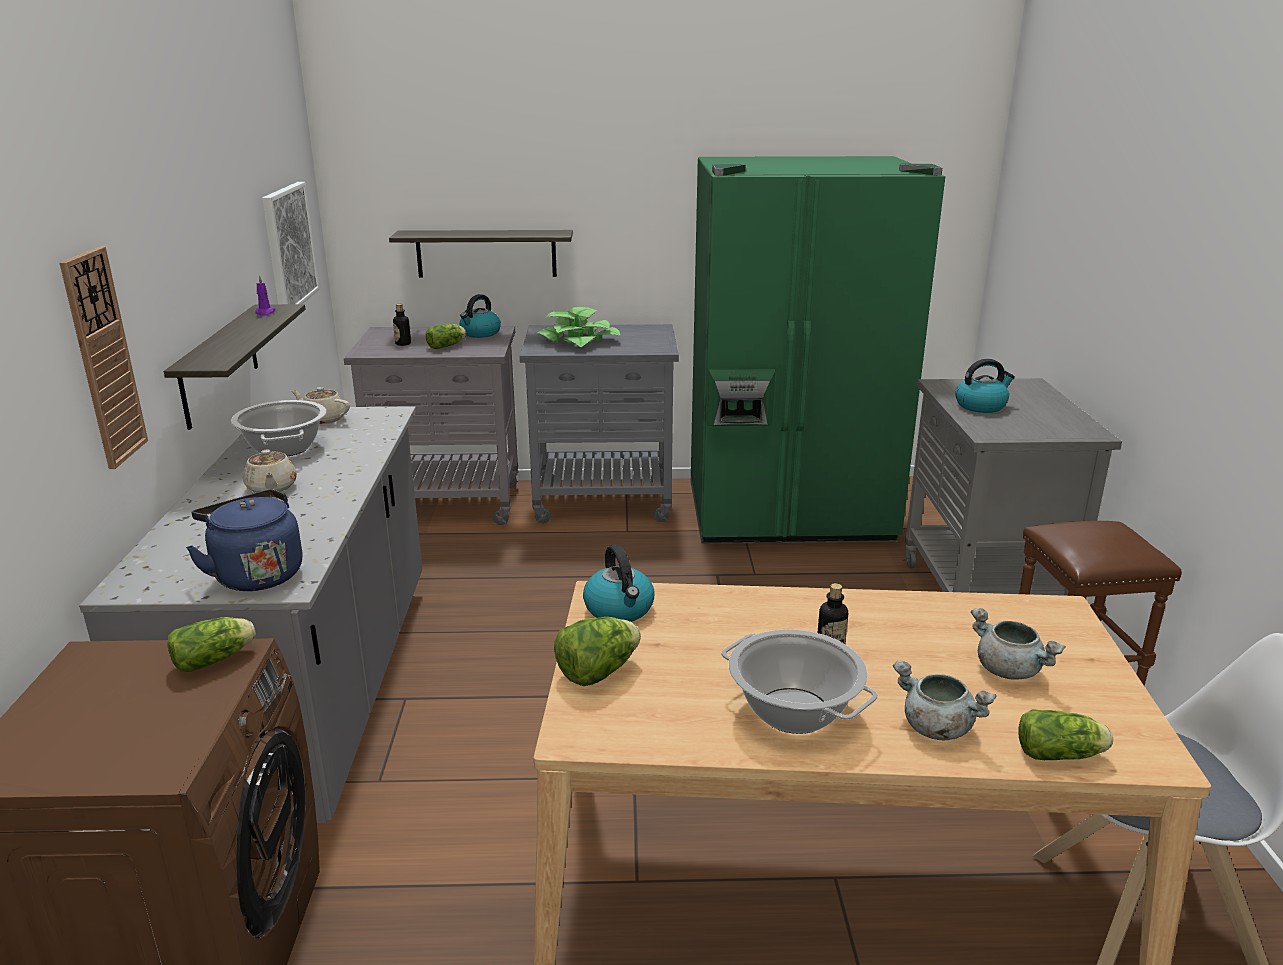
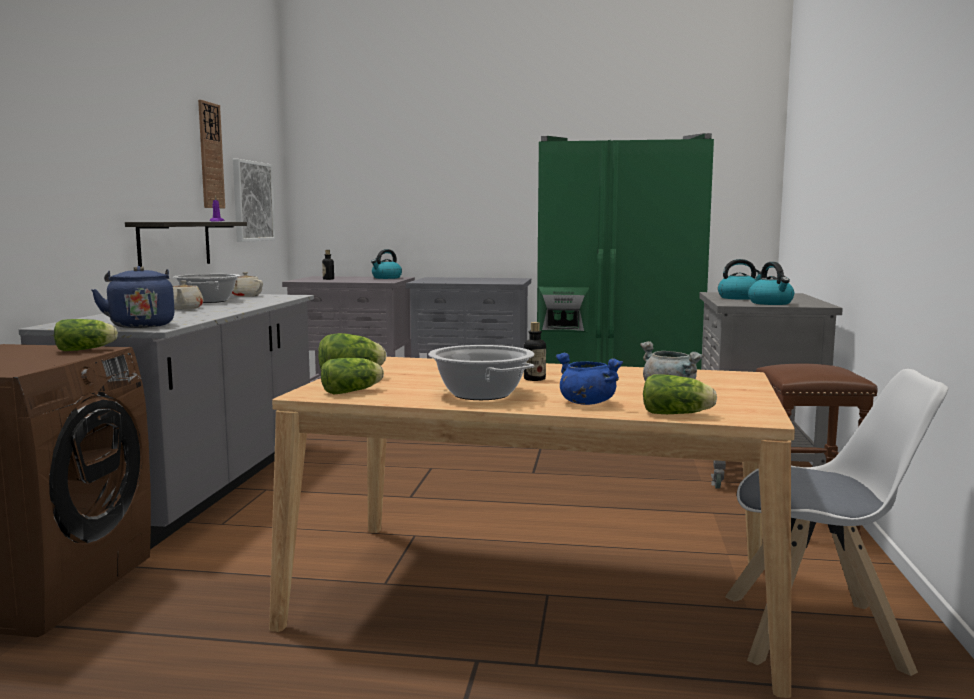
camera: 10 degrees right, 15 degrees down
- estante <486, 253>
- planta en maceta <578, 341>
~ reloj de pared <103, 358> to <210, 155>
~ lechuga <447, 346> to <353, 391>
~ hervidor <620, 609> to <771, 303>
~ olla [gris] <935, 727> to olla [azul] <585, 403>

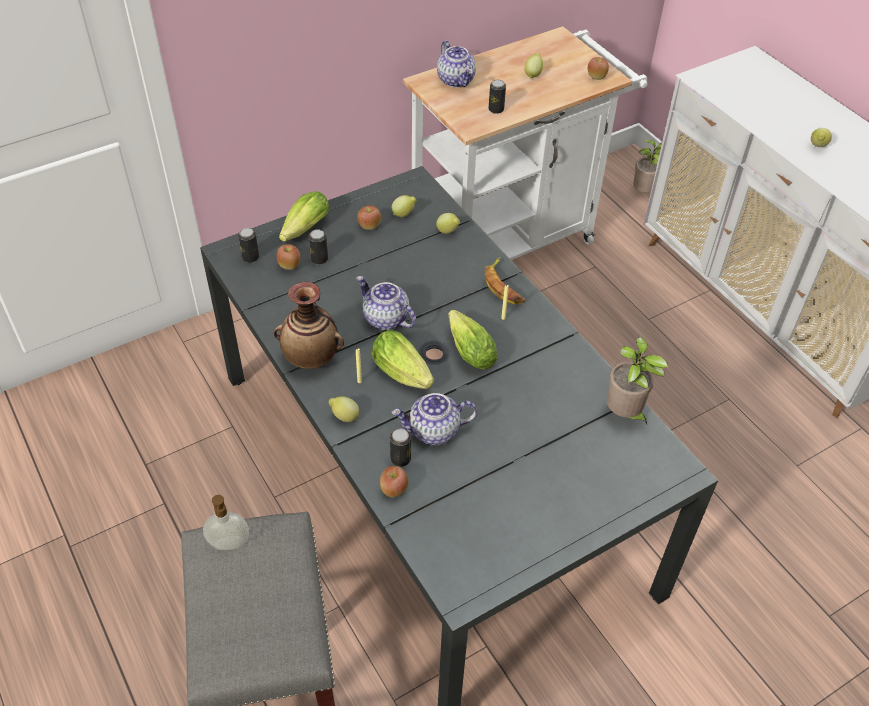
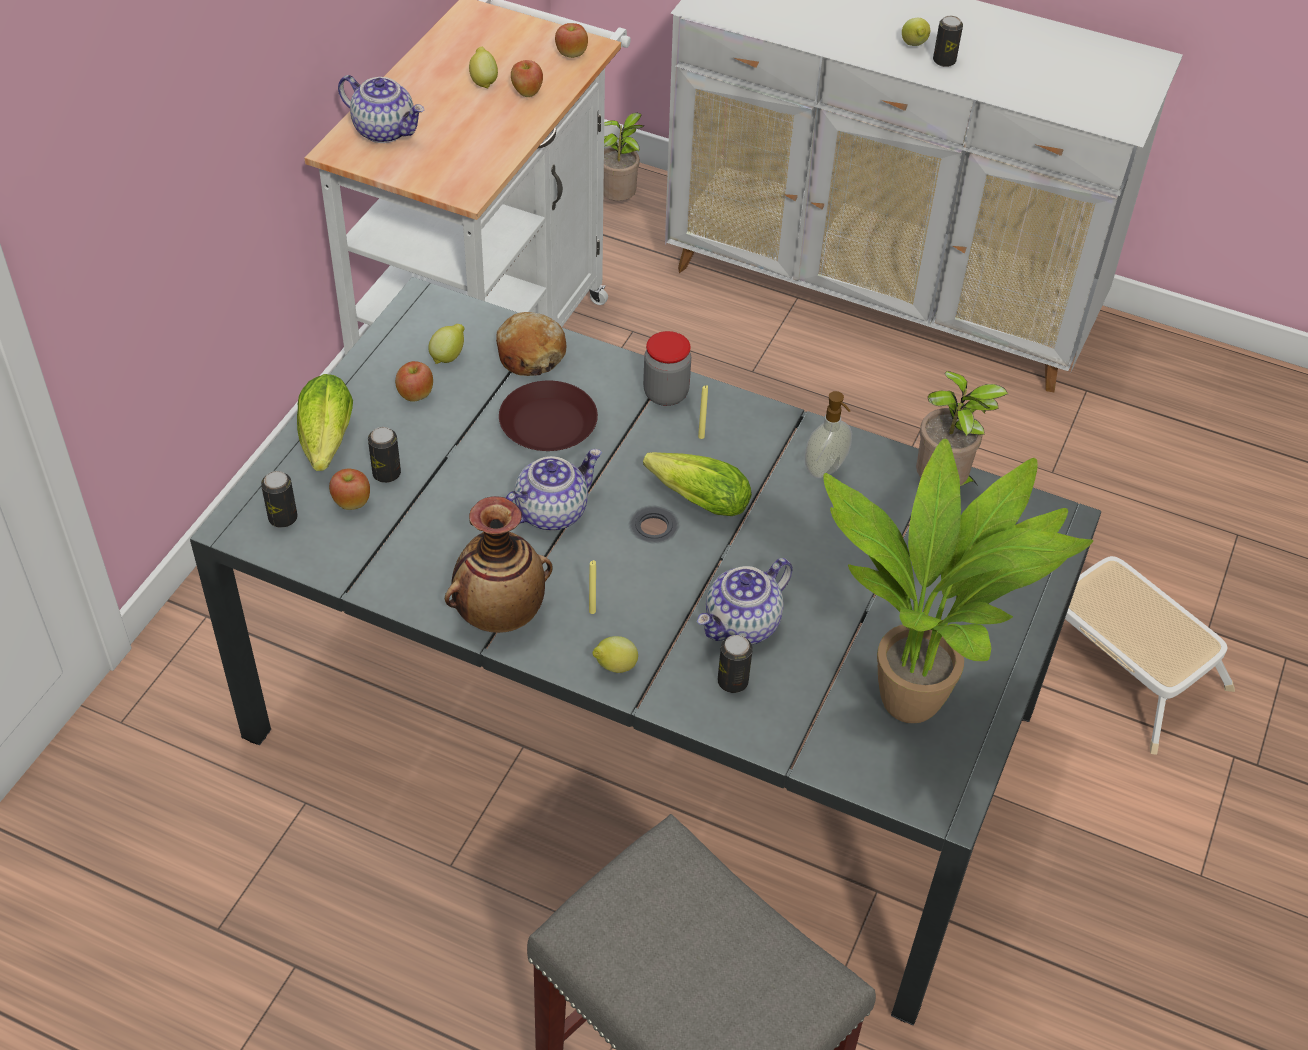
camera: 35 degrees left, 0 degrees up
- lechuga <404, 374>
+ plato [marrón] <549, 425>
+ planta en maceta <916, 697>
+ escalera de tijera [beis] <1123, 663>
~ dispensador de jabón <229, 544> to <826, 469>
~ manzana <393, 489> to <526, 92>
~ lata <496, 109> to <944, 61>
~ limón <448, 232> to pan <530, 354>
~ plátano <504, 286> to tarro <665, 394>
~ tetera <385, 318> = <551, 511> 135 degrees clockwise

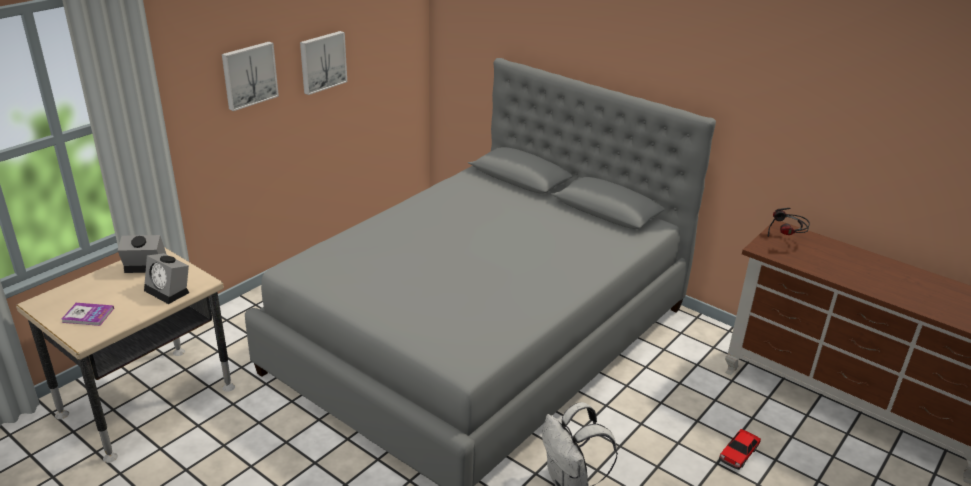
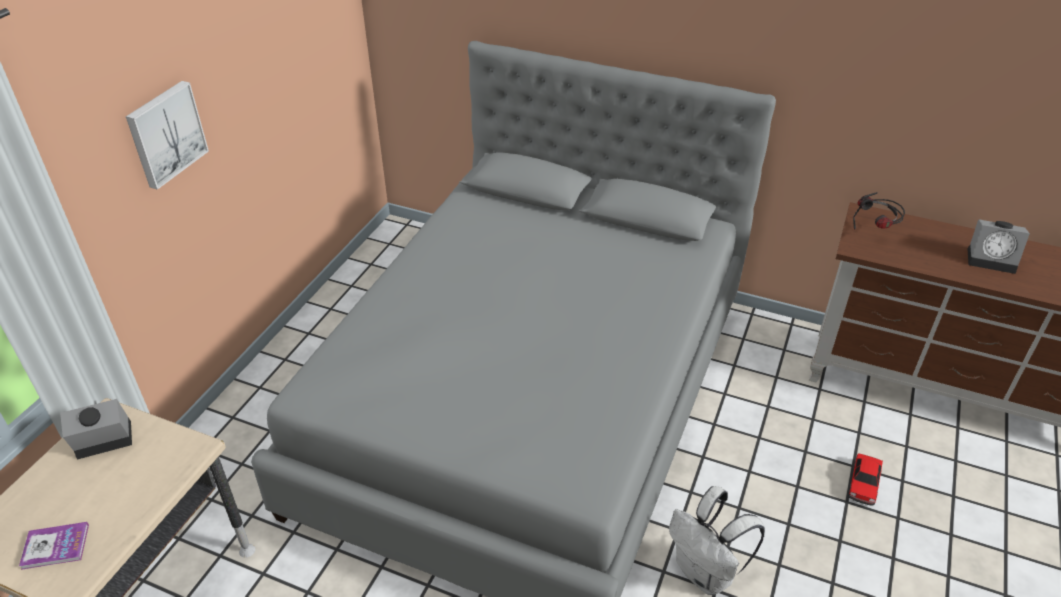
camera: 15 degrees left, 10 degrees up
- cuadro <322, 62>
~ despertador <169, 291> to <992, 259>

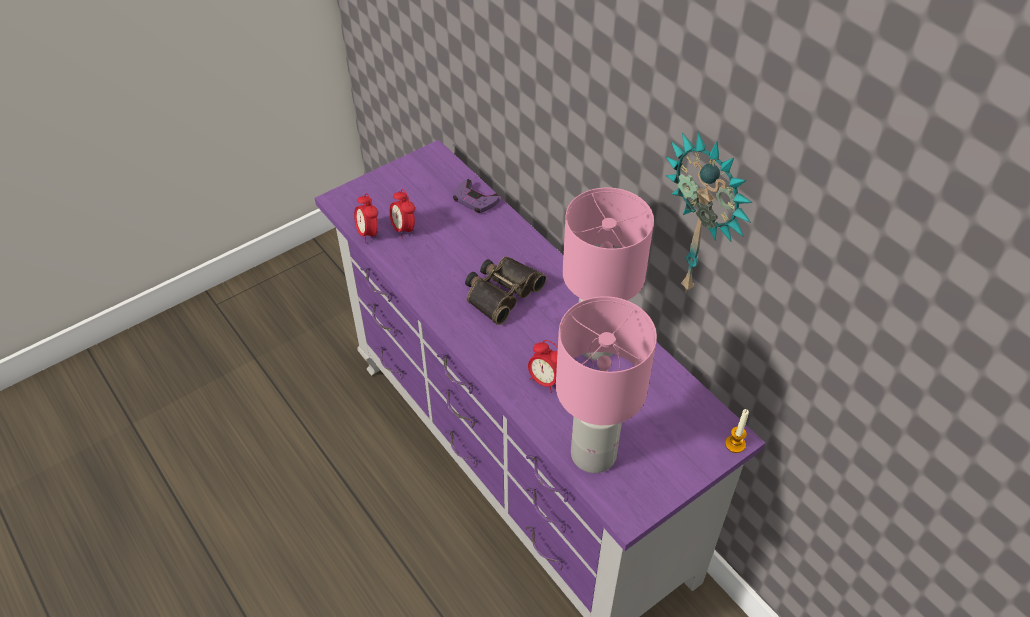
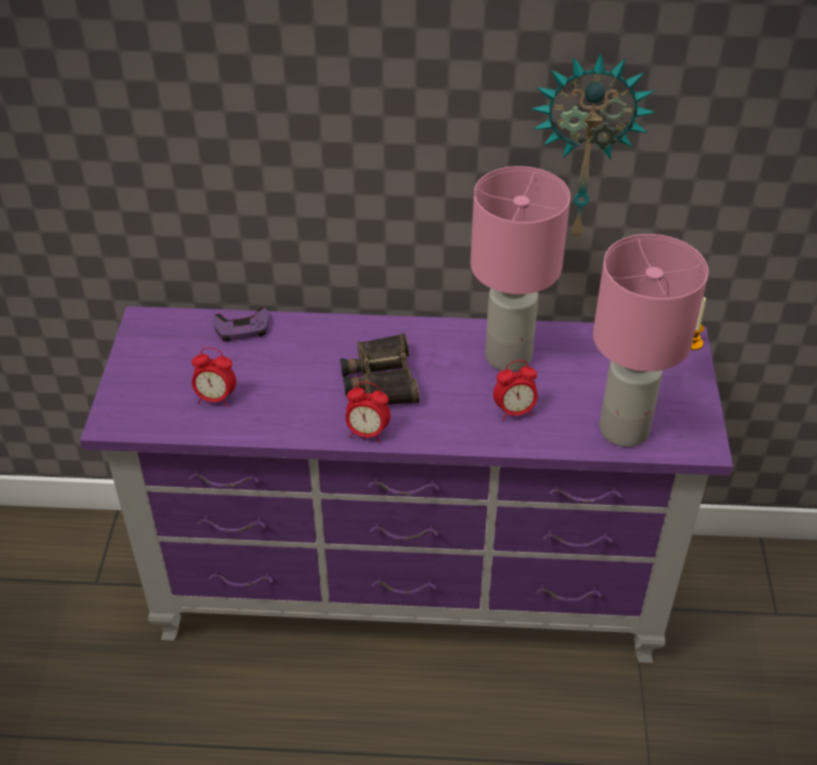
camera: 50 degrees left, 5 degrees down
~ despertador <368, 233> to <367, 433>

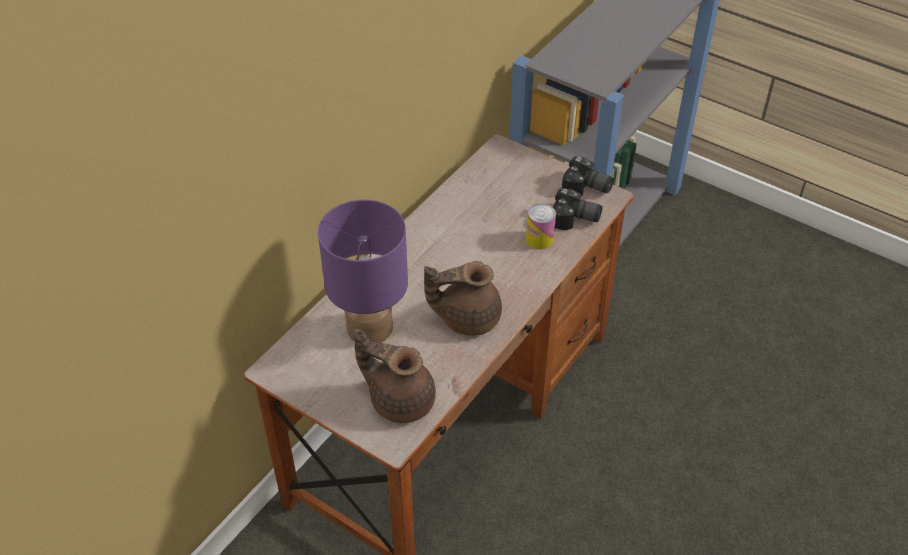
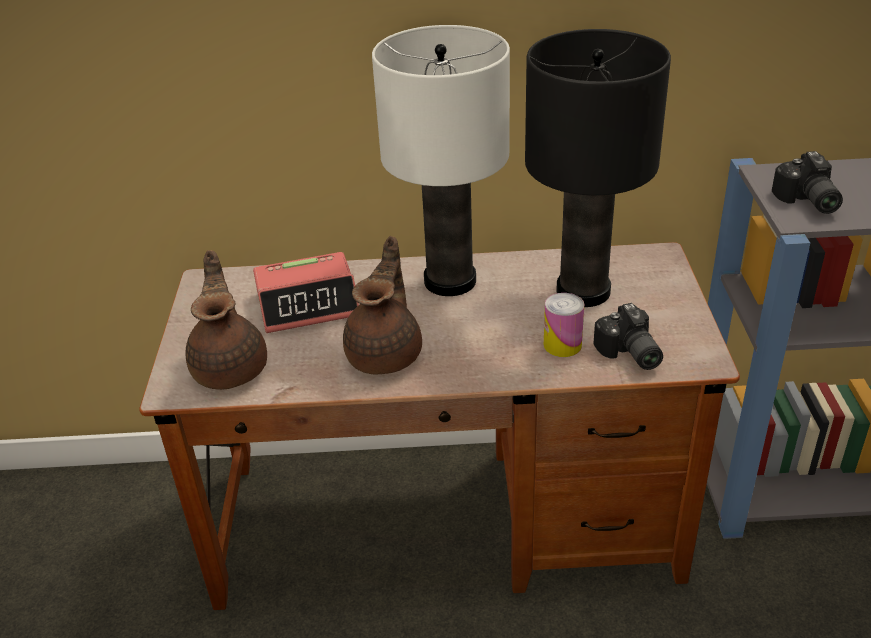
camera: 55 degrees right, 10 degrees down
+ lámpara de mesa [blanco] <449, 280>
+ lámpara de mesa [negro] <584, 291>
~ cámara <586, 189> to <806, 201>
~ lámpara de mesa [morado] <370, 328> to despertador <308, 304>
~ tetera [marrón] <466, 318> = <386, 353> 60 degrees clockwise

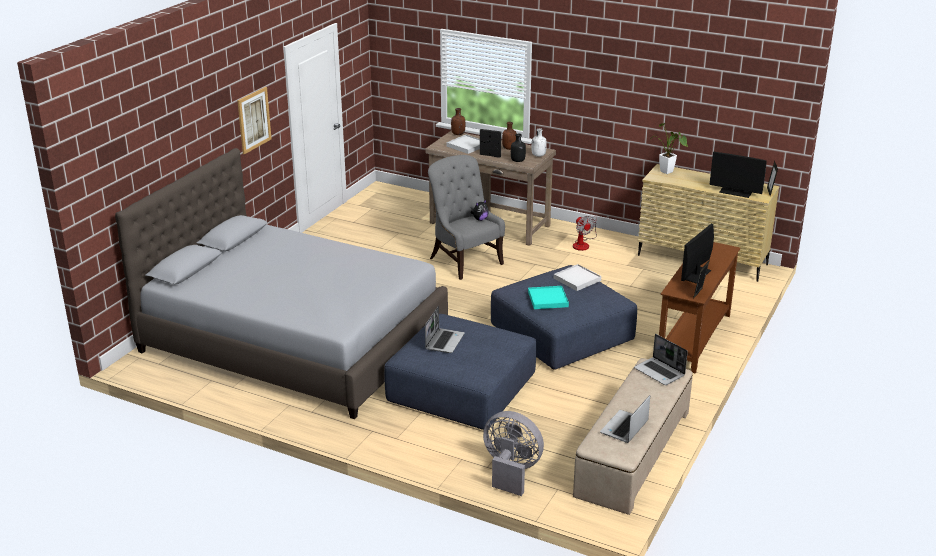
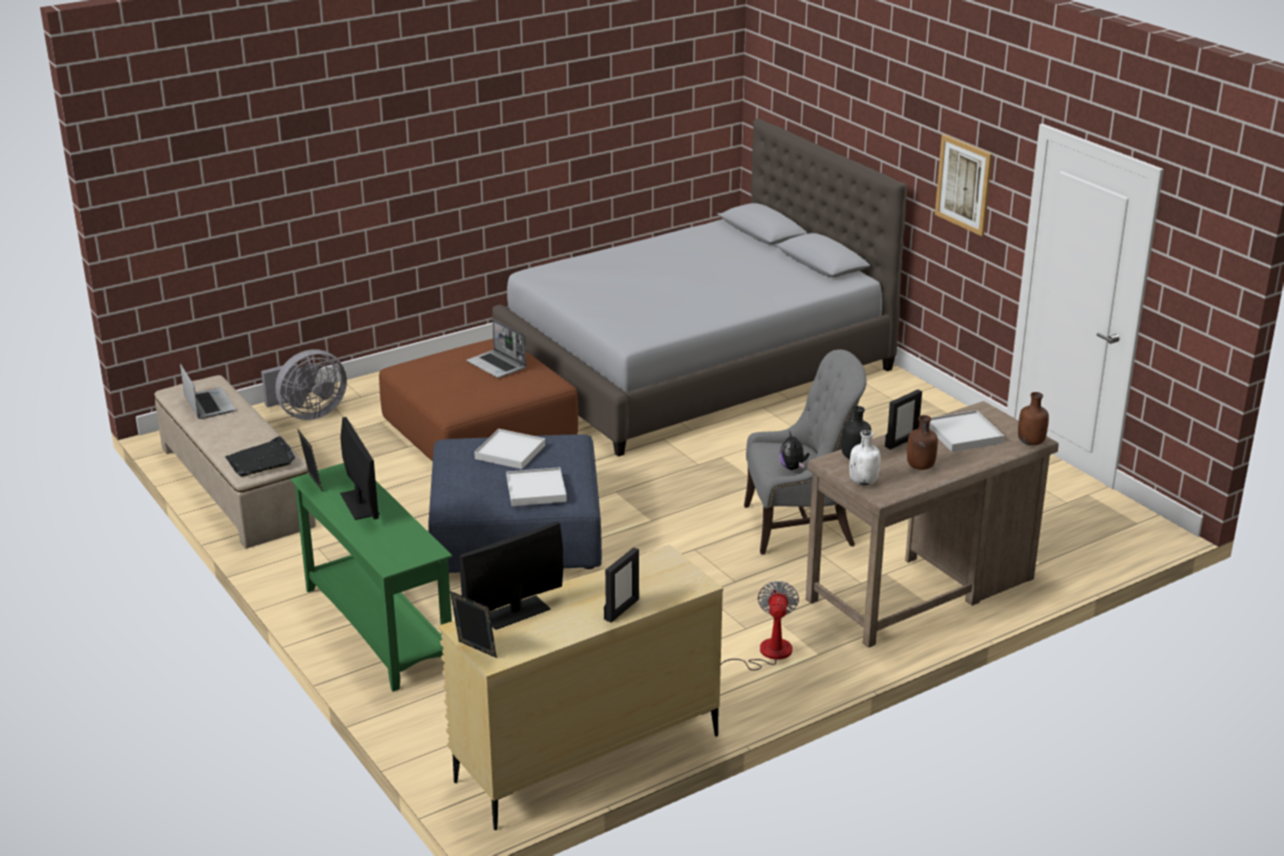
camera: 120 degrees right, 0 degrees up
- planta en maceta <668, 173>
+ portarretratos <621, 609>
~ portátil <660, 372> to bandeja [negro] <261, 460>
~ puf [azul] <461, 388> to puf [marrón] <480, 430>
~ bandeja [turquesa] <548, 299> to bandeja [blanco] <510, 452>
~ mesa consola [marrón] <694, 339> to mesa consola [verde] <377, 628>
~ ventilador <583, 244> = <765, 654> 90 degrees clockwise

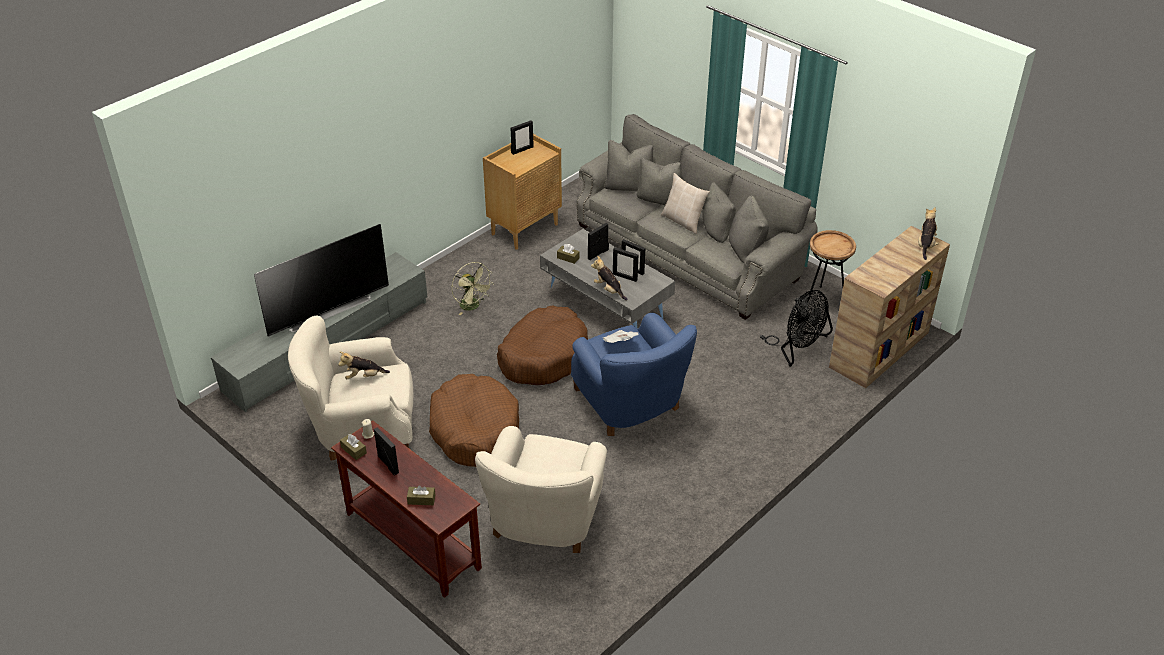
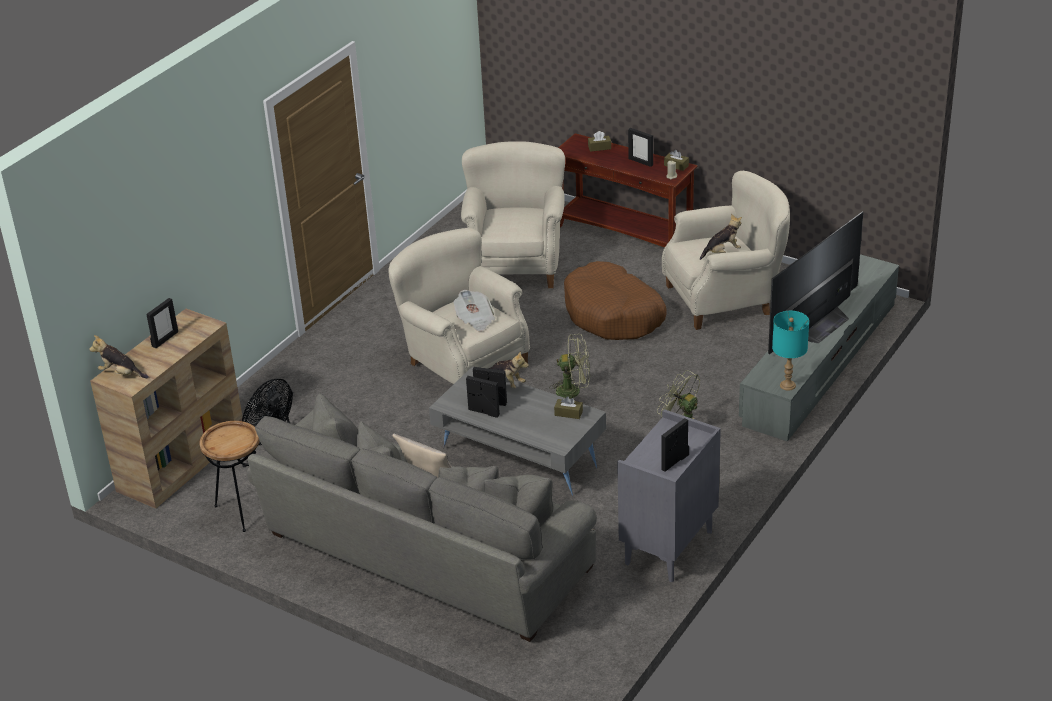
camera: 170 degrees right, 5 degrees down
+ lámpara de mesa [turquesa] <787, 385>
~ portarretratos <598, 254> to <165, 339>
~ cama para perro [marrón] <543, 356> to ventilador [verde] <573, 391>
~ armario [marrón] <525, 229> to armario [gris] <668, 548>
~ sillón [azul] <630, 404> to sillón [beis] <463, 361>
~ peluche <925, 245> = <121, 374> 105 degrees clockwise

